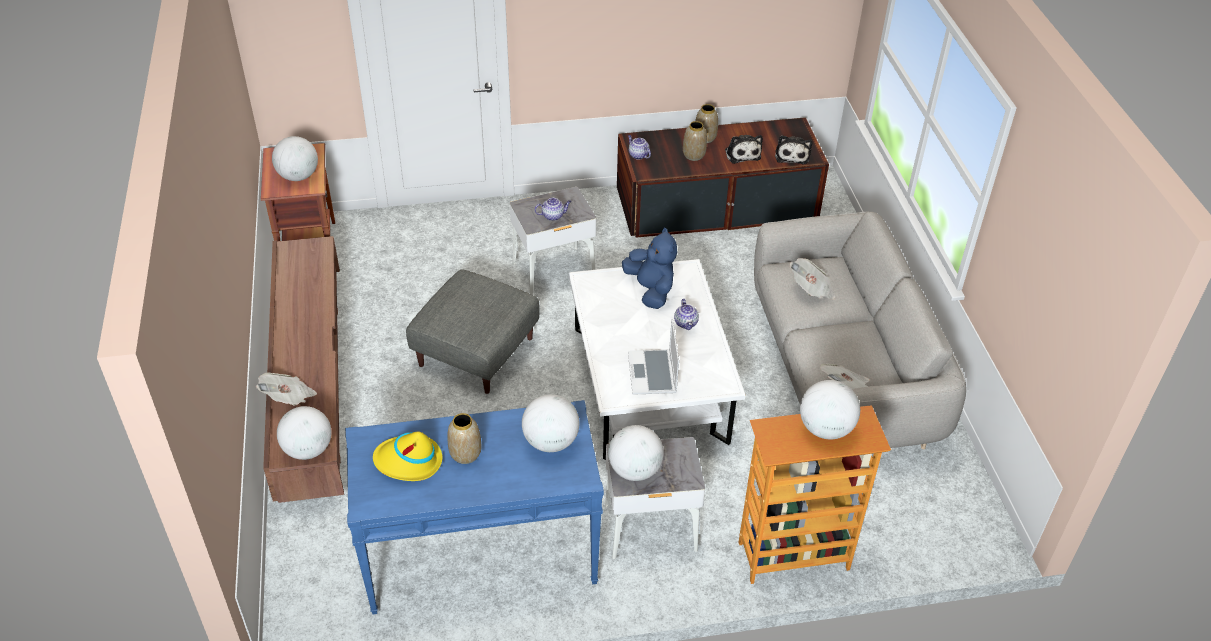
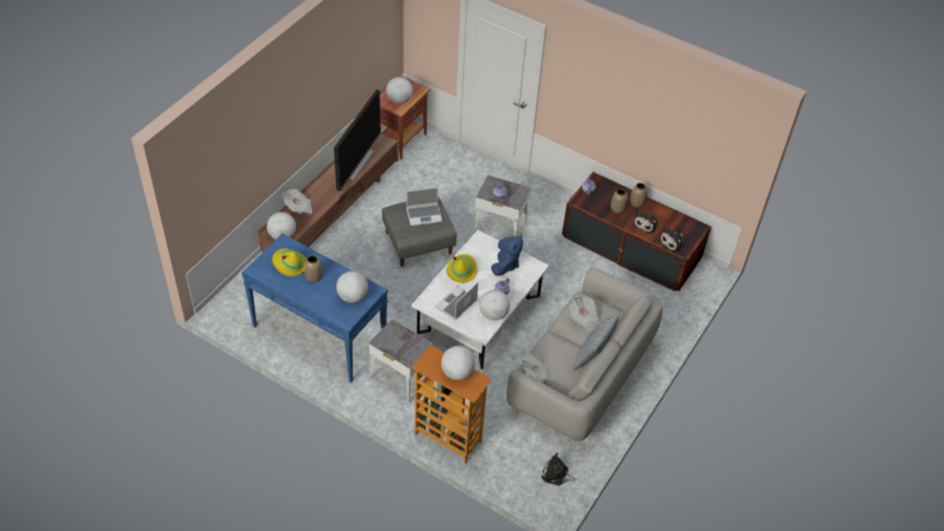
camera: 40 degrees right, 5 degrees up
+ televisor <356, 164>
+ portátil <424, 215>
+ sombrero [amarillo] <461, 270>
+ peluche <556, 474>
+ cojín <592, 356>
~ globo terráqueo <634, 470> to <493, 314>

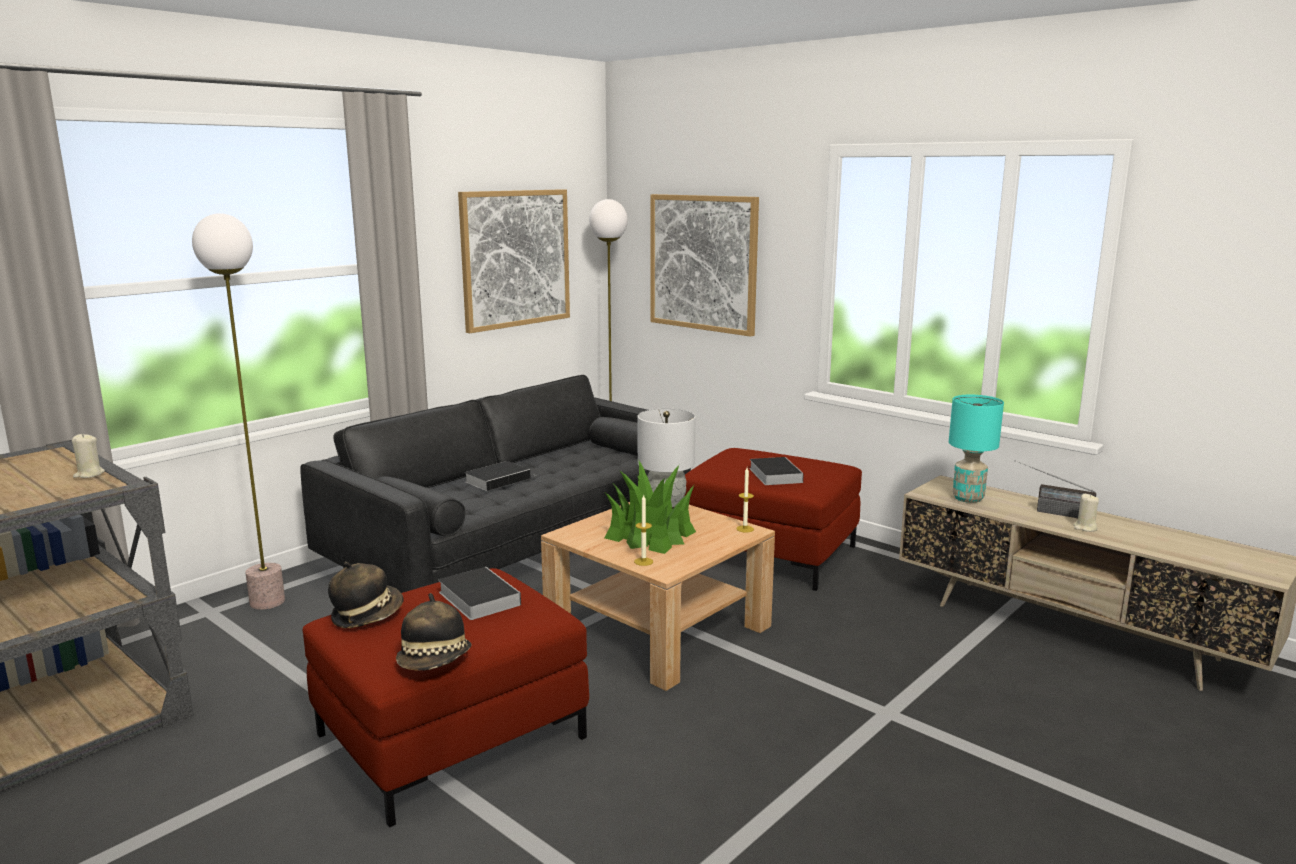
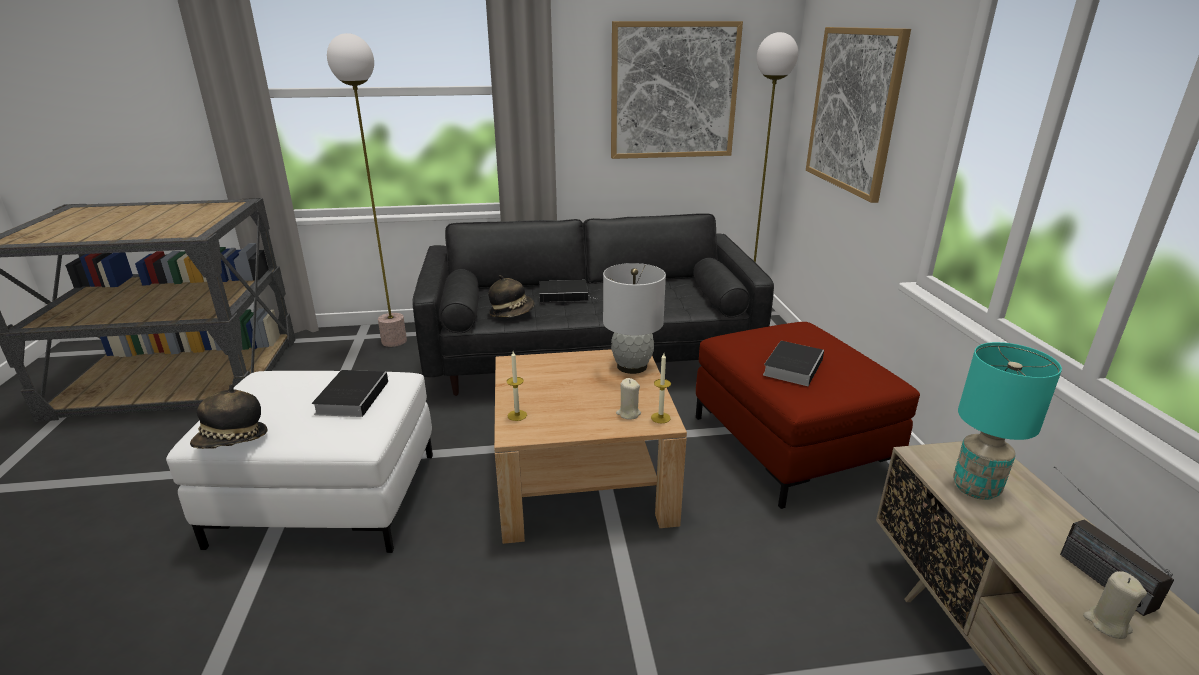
camera: 40 degrees right, 10 degrees up
- planta en maceta <650, 535>
~ vela [beis] <89, 474> to <628, 413>
~ sombrero <367, 615> to <512, 313>
~ puf [rojo] <452, 735> to puf [blanco] <329, 497>

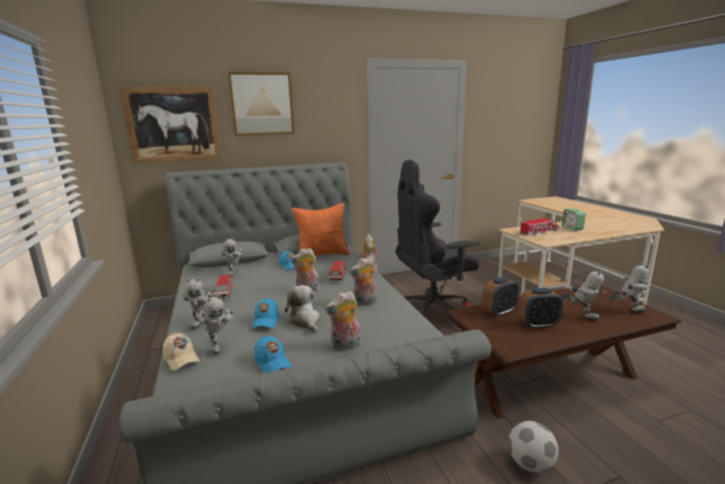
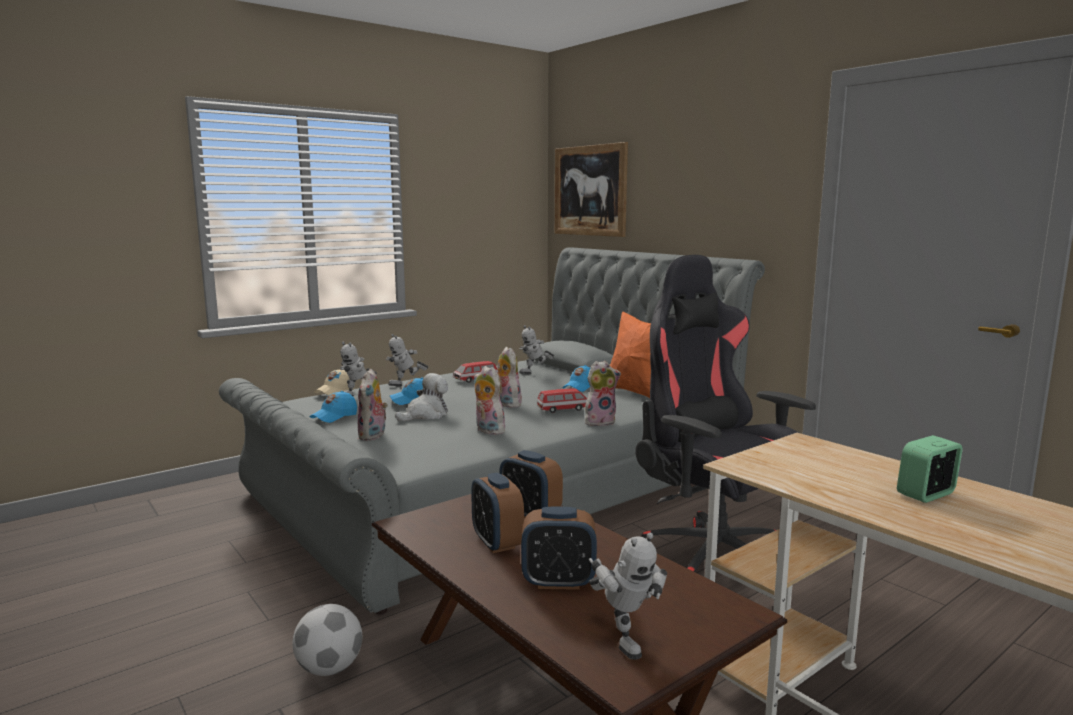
camera: 70 degrees right, 5 degrees down
- cuadro <262, 104>
- camión de juguete <539, 232>
~ robot de juguete <580, 316> to despertador <558, 582>
~ peluche <345, 346> = <373, 436> 135 degrees counterclockwise

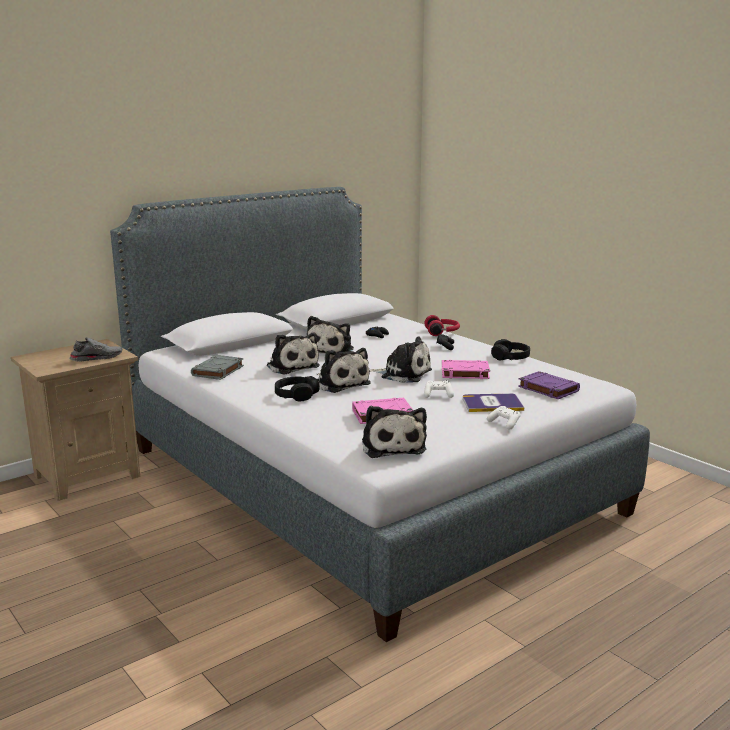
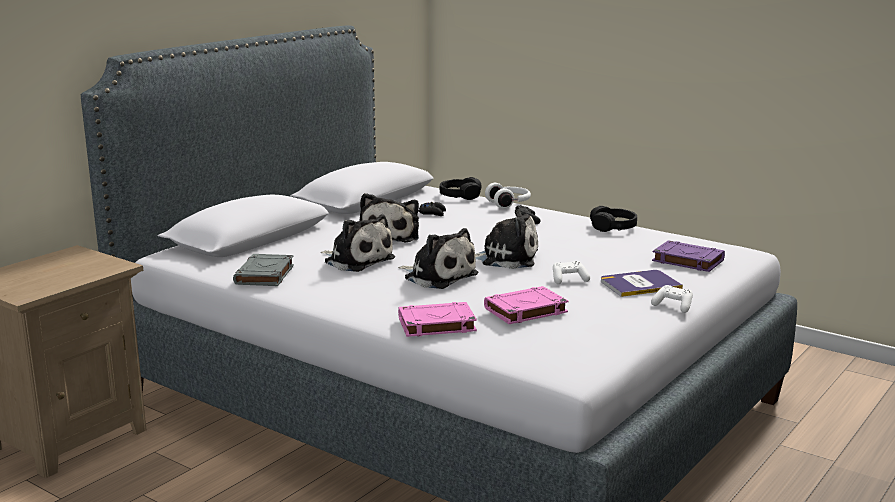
camera: 15 degrees left, 0 degrees up
- zapato [gris] <96, 358>
- peluche <392, 446>
~ auriculares [negro] <296, 395> to <460, 196>
~ libro [rosa] <464, 373> to <436, 325>
~ auriculares [rojo] <442, 333> to auriculares [blanco] <509, 204>

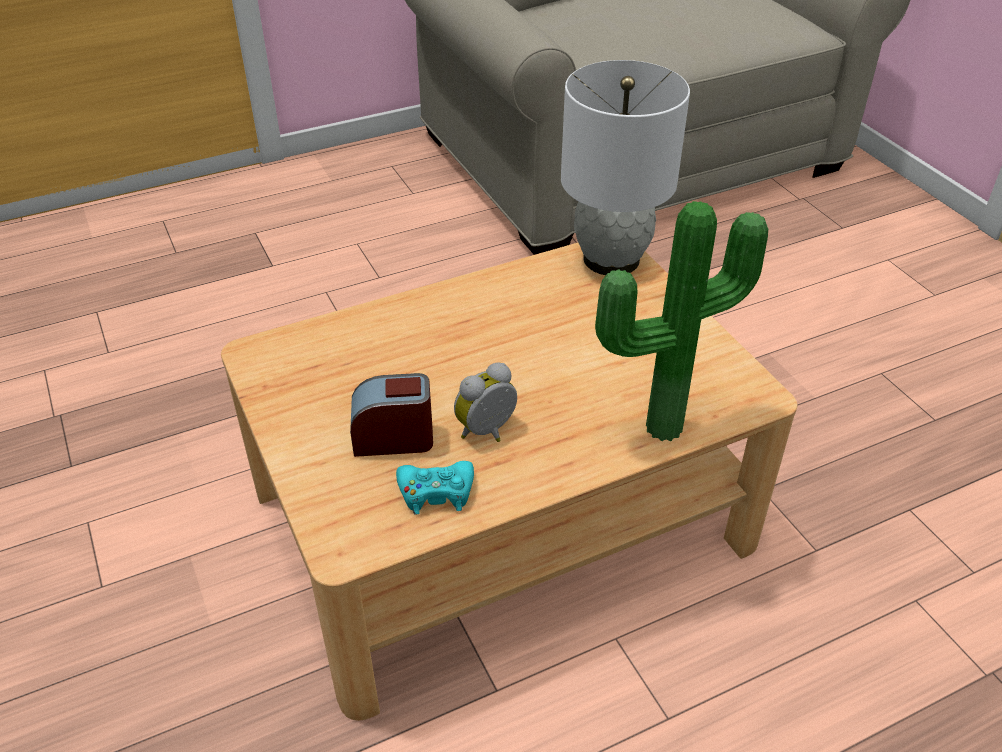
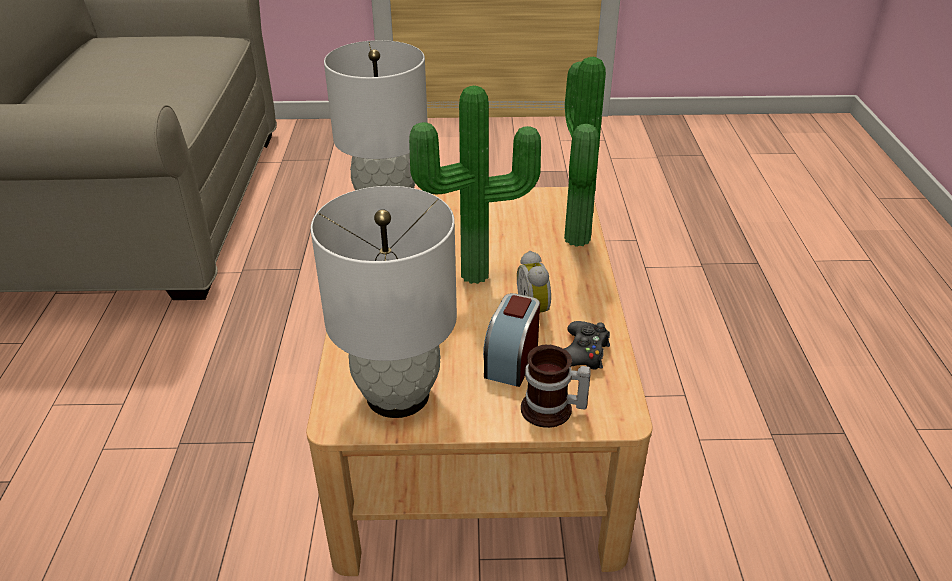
camera: 65 degrees left, 5 degrees down
+ lámpara de mesa [blanco] <398, 395>
+ planta en maceta <477, 278>
+ taza grande <551, 411>
~ mando de consola [turquesa] <436, 492> to mando de consola [negro] <583, 353>

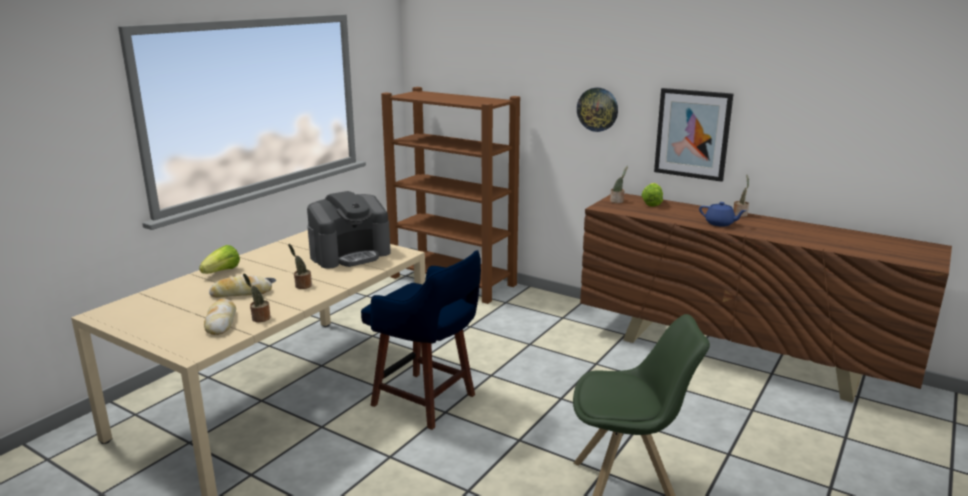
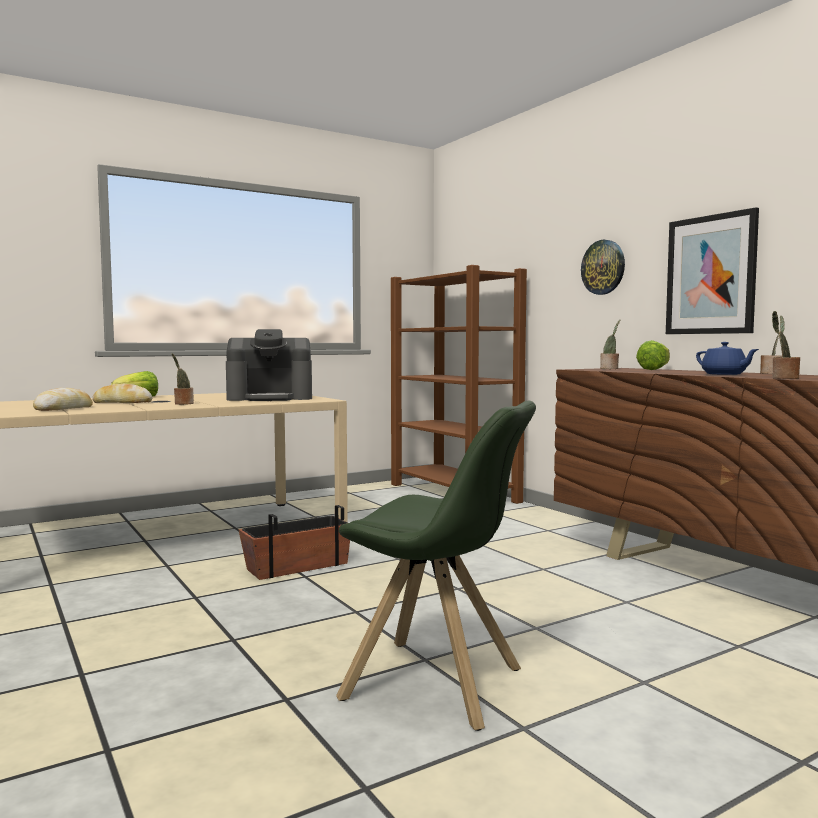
camera: 25 degrees right, 15 degrees down
~ planta en maceta <259, 318> to <783, 378>
~ taburete [azul] <427, 402> to maceta <297, 566>

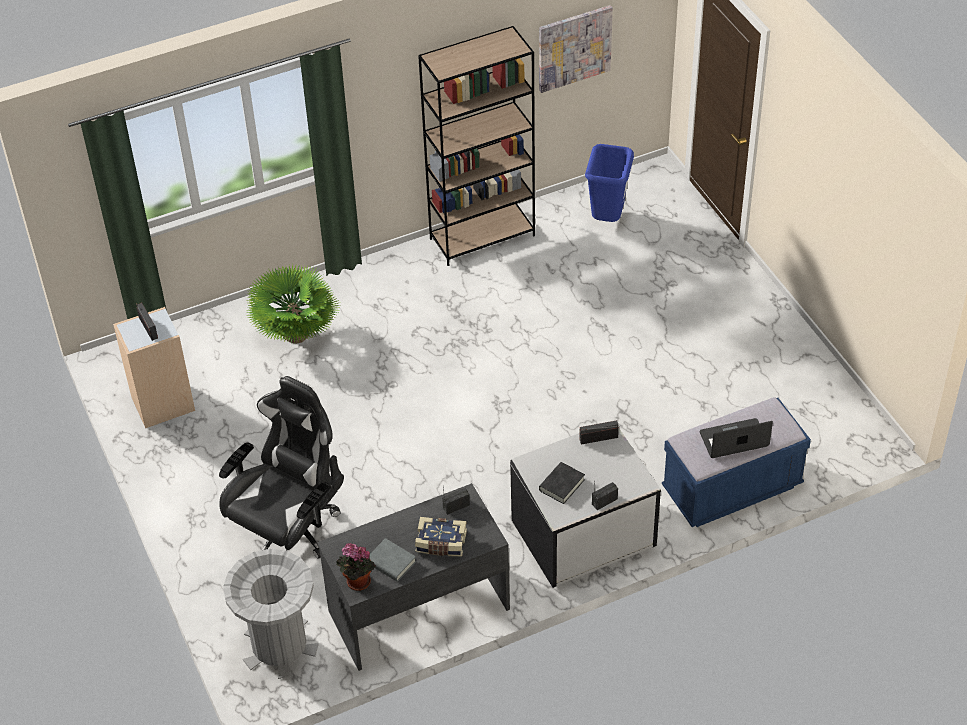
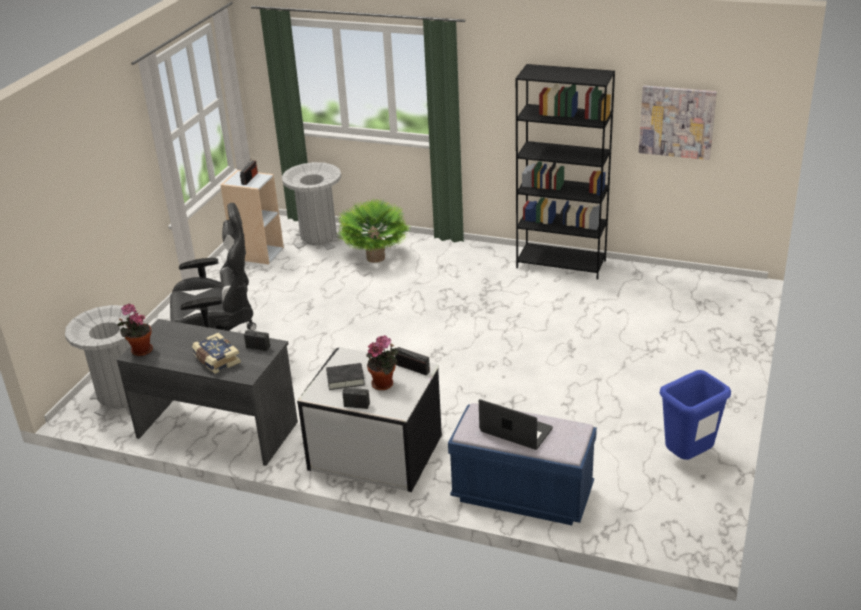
camera: 45 degrees right, 15 degrees down
- libro [gris] <391, 563>
+ papelera [gris] <318, 238>
+ planta en maceta <384, 384>
~ papelera [azul] <607, 219> to <687, 458>
~ estantería [beis] <482, 237> to estantería [negro] <561, 264>

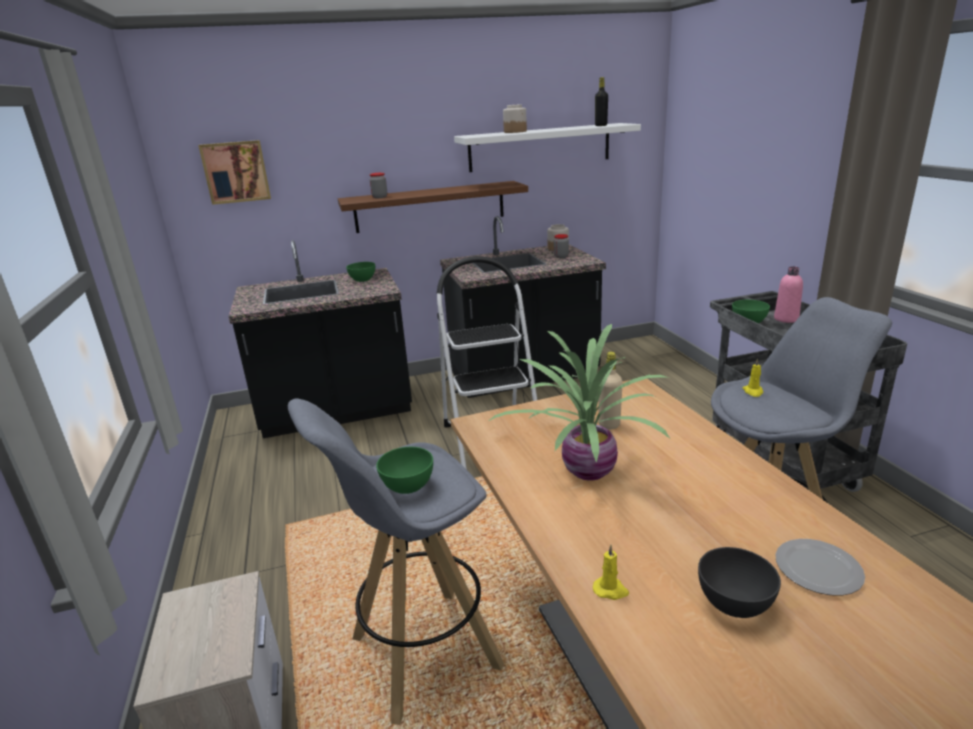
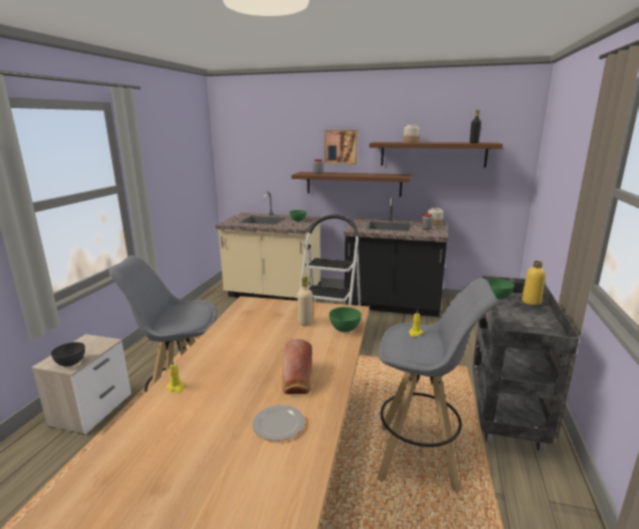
camera: 30 degrees right, 5 degrees down
- planta en maceta <585, 470>
+ pan <297, 379>
~ cuadro <236, 172> to <341, 146>
~ cuenco [verde] <408, 486> to <345, 329>
~ cuenco [gris] <735, 604> to <71, 363>
~ mueble bajo de cocina [negro] <337, 411> to mueble bajo de cocina [beis] <273, 294>
~ estante [blanco] <540, 147> to estante [marrón] <432, 154>
~ botella [rosa] <786, 319> to botella [amarillo] <531, 302>

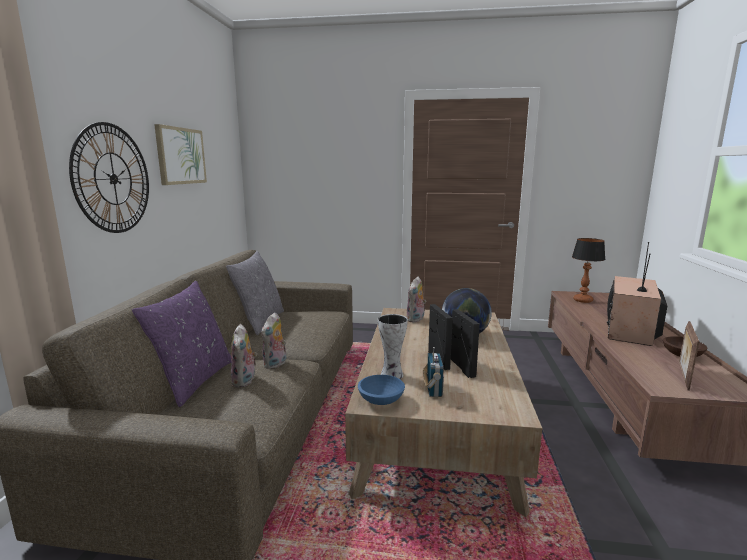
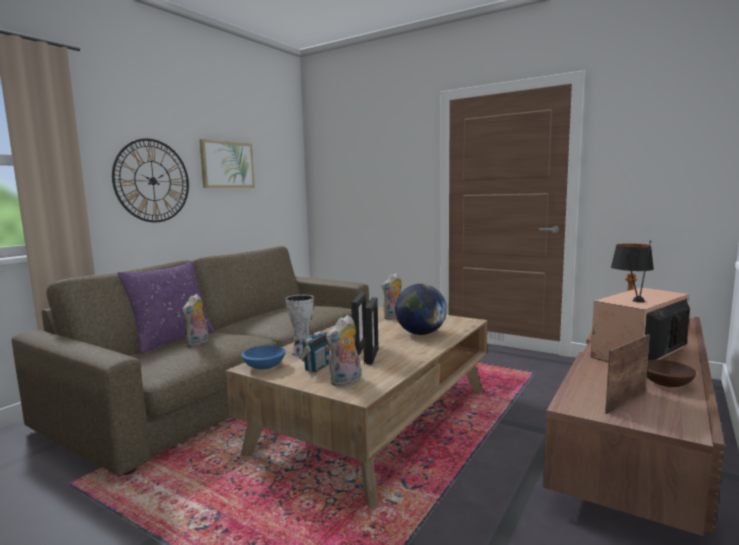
camera: 25 degrees right, 5 degrees down
- cojín [gris] <259, 322>
~ peluche <275, 365> to <346, 382>

